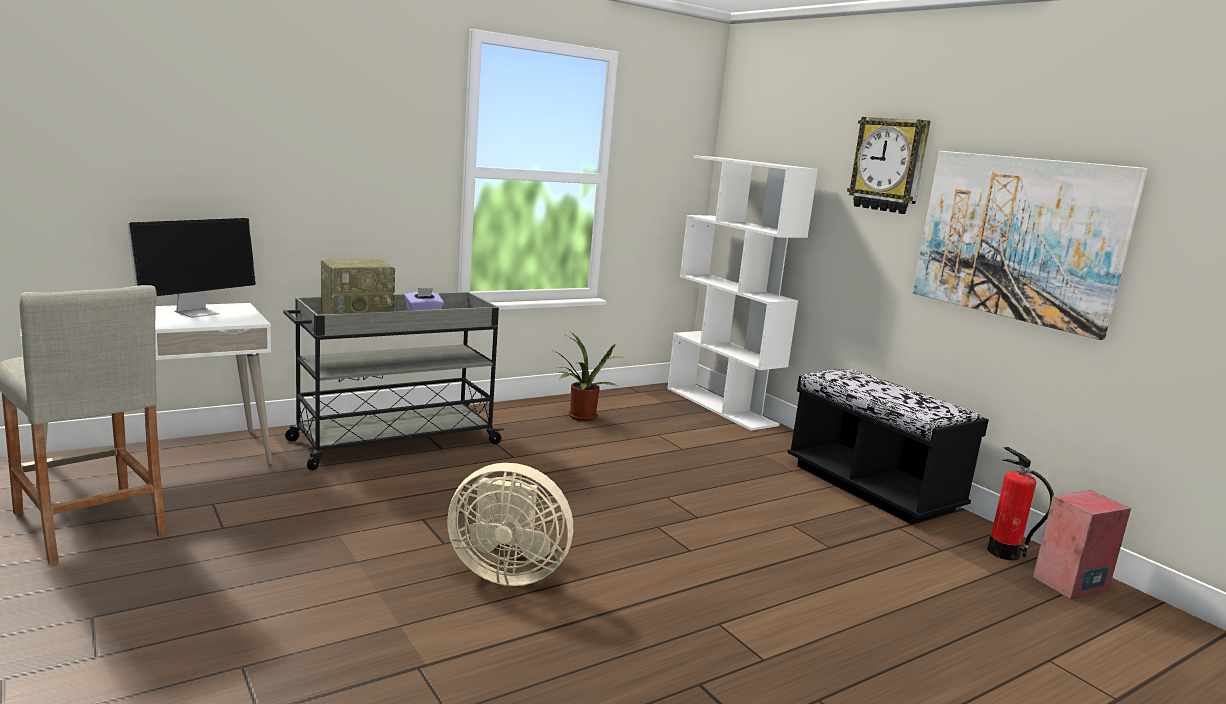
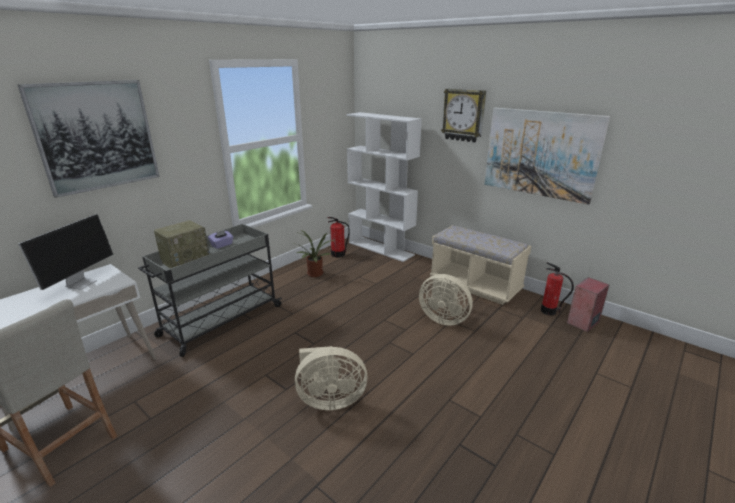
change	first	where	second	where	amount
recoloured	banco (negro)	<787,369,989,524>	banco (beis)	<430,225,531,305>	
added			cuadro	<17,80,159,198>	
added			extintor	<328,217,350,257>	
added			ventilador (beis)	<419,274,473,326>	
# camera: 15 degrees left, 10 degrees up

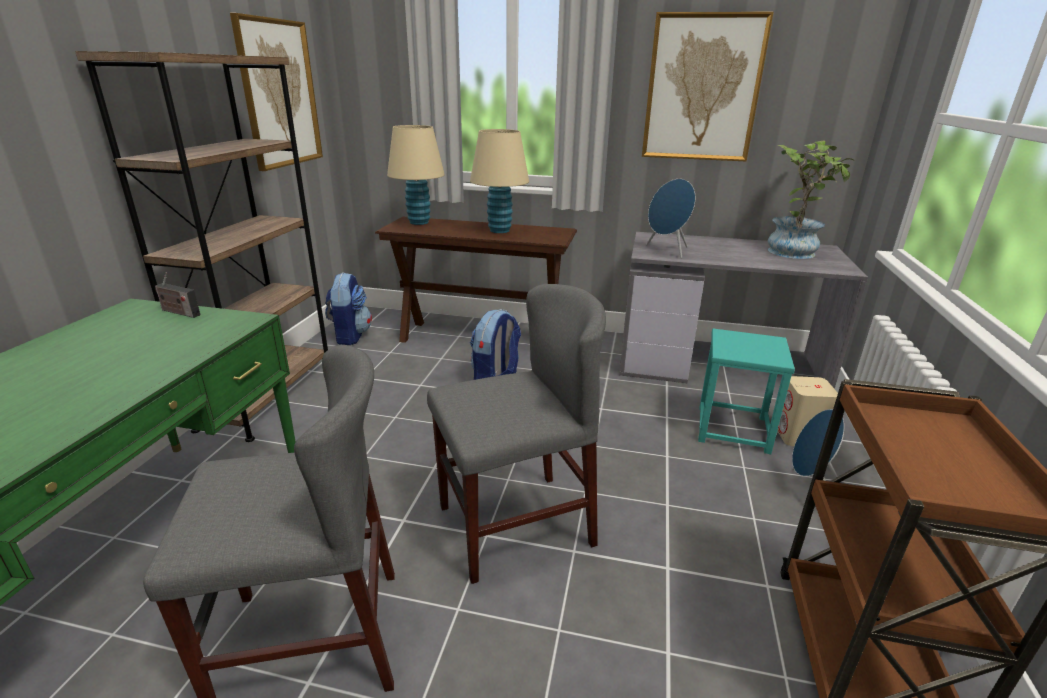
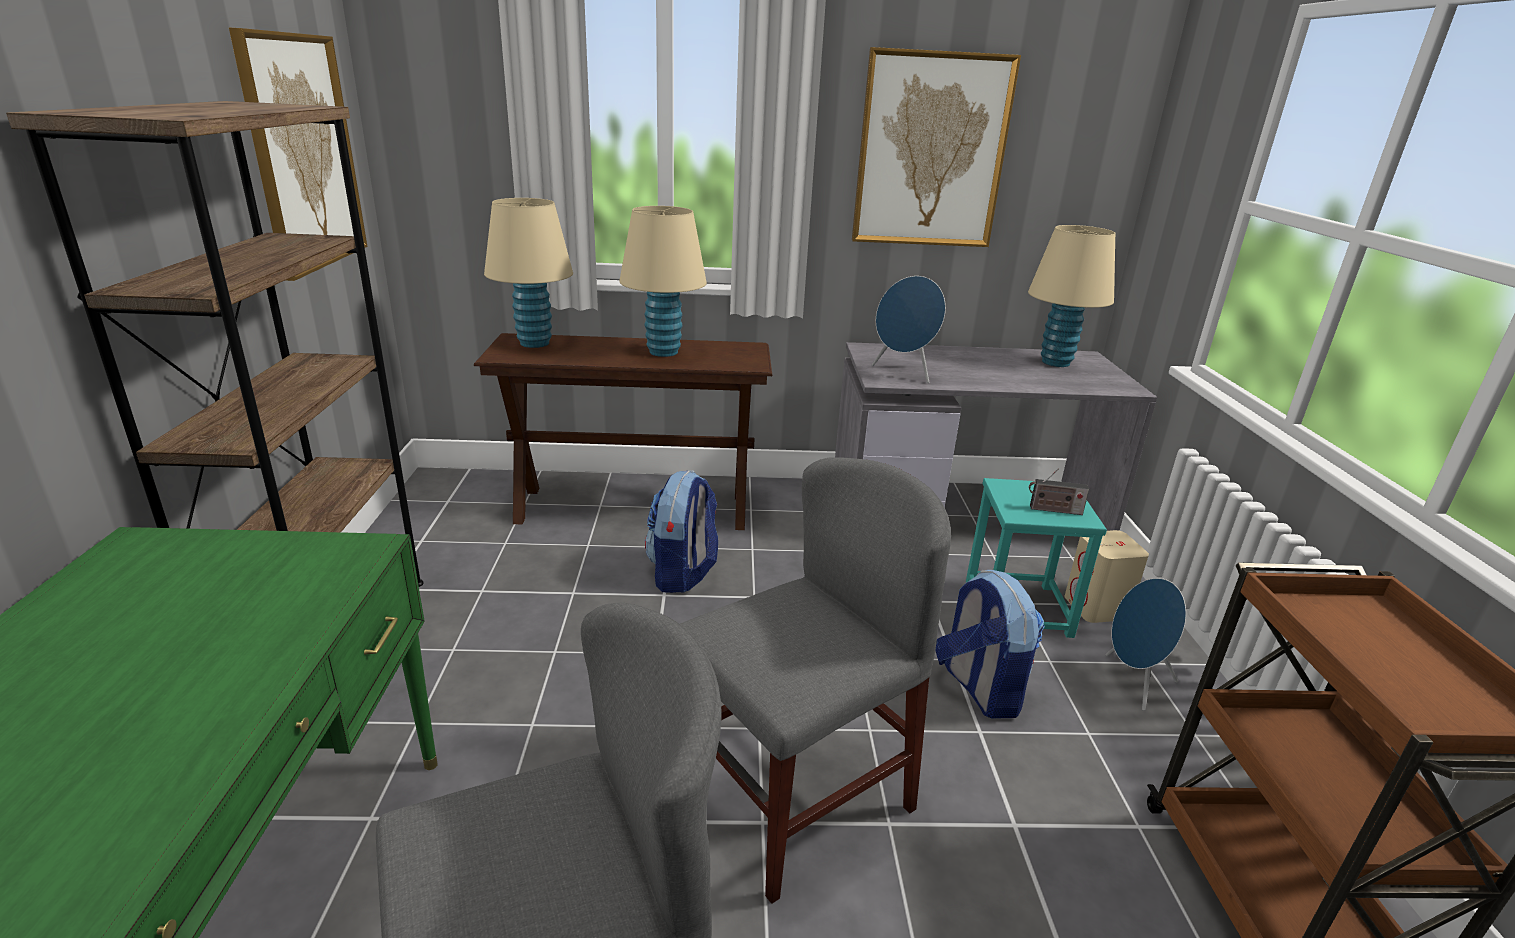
change	first	where	second	where	amount
replaced	planta en maceta	<768,140,853,259>	lámpara de mesa (beis)	<1028,225,1115,367>	
moved	radio	<155,272,200,318>		<1029,468,1089,515>	
moved	mochila	<325,272,372,345>		<935,570,1045,719>	
# camera: 15 degrees left, 0 degrees up

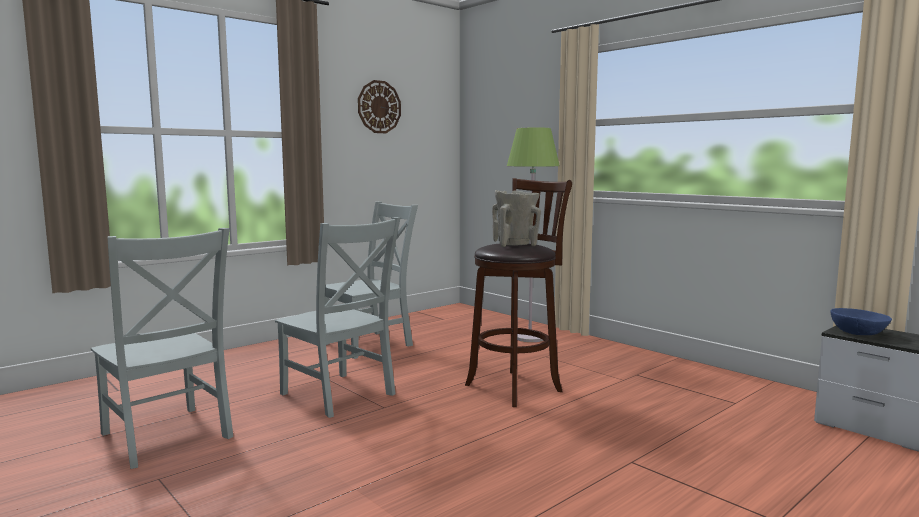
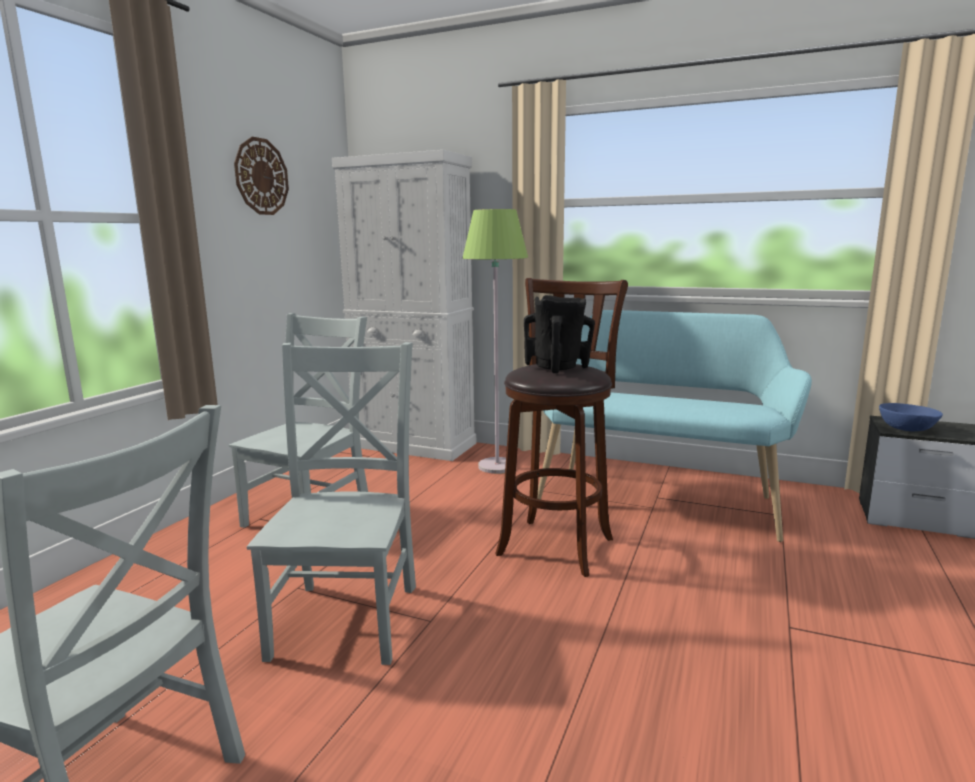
change	first	where	second	where	amount
recoloured	florero (beis)	<492,190,541,247>	florero (negro)	<524,295,595,373>	
turned	silla (gris)	<275,217,401,418>		<247,342,416,665>	105 degrees counterclockwise
added			armario (blanco)	<332,150,476,461>	
added			banco (turquesa)	<537,310,812,542>	
# camera: 25 degrees left, 5 degrees up

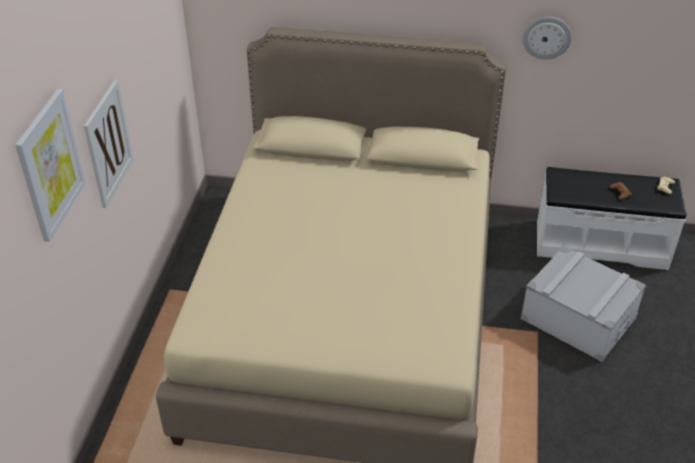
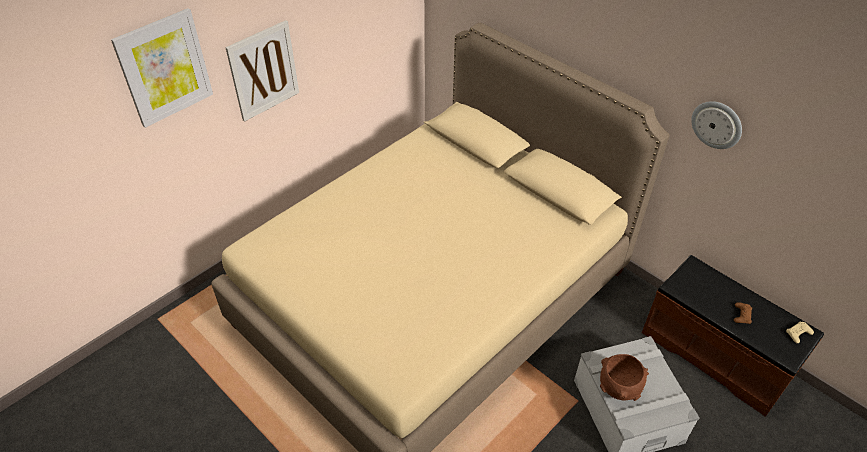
change	first	where	second	where	amount
recoloured	banco (blanco)	<537,167,687,270>	banco (marrón)	<642,255,824,417>	
added			cuenco (marrón)	<600,354,649,401>	
# camera: 35 degrees right, 5 degrees up

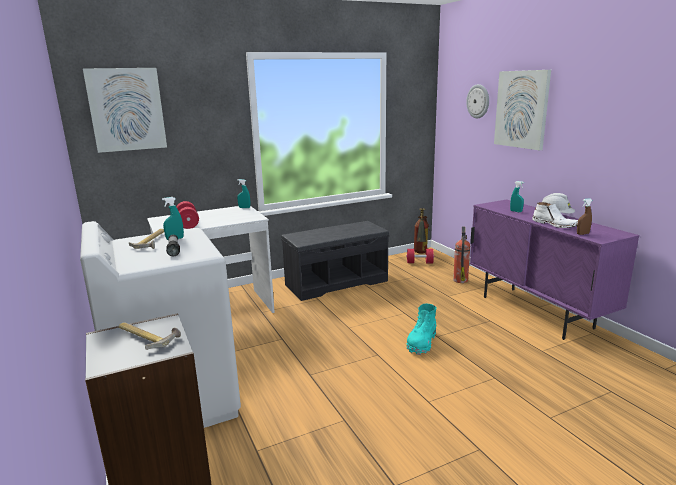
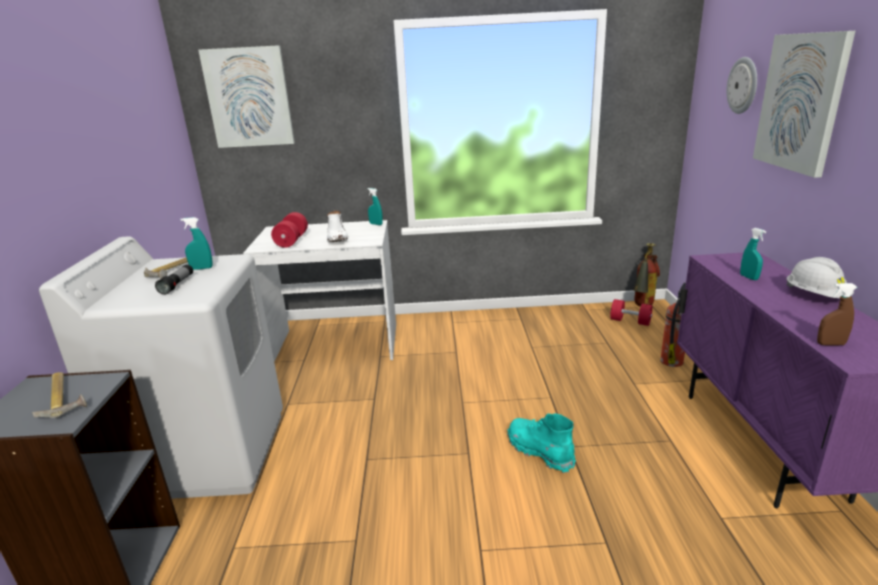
change	first	where	second	where	amount
moved	bota (blanco)	<532,202,578,228>		<327,211,348,242>	
removed	banco (gris)	<281,221,389,301>			
turned	bota (turquesa)	<407,304,437,355>		<507,413,576,473>	90 degrees clockwise
# camera: 25 degrees right, 5 degrees up

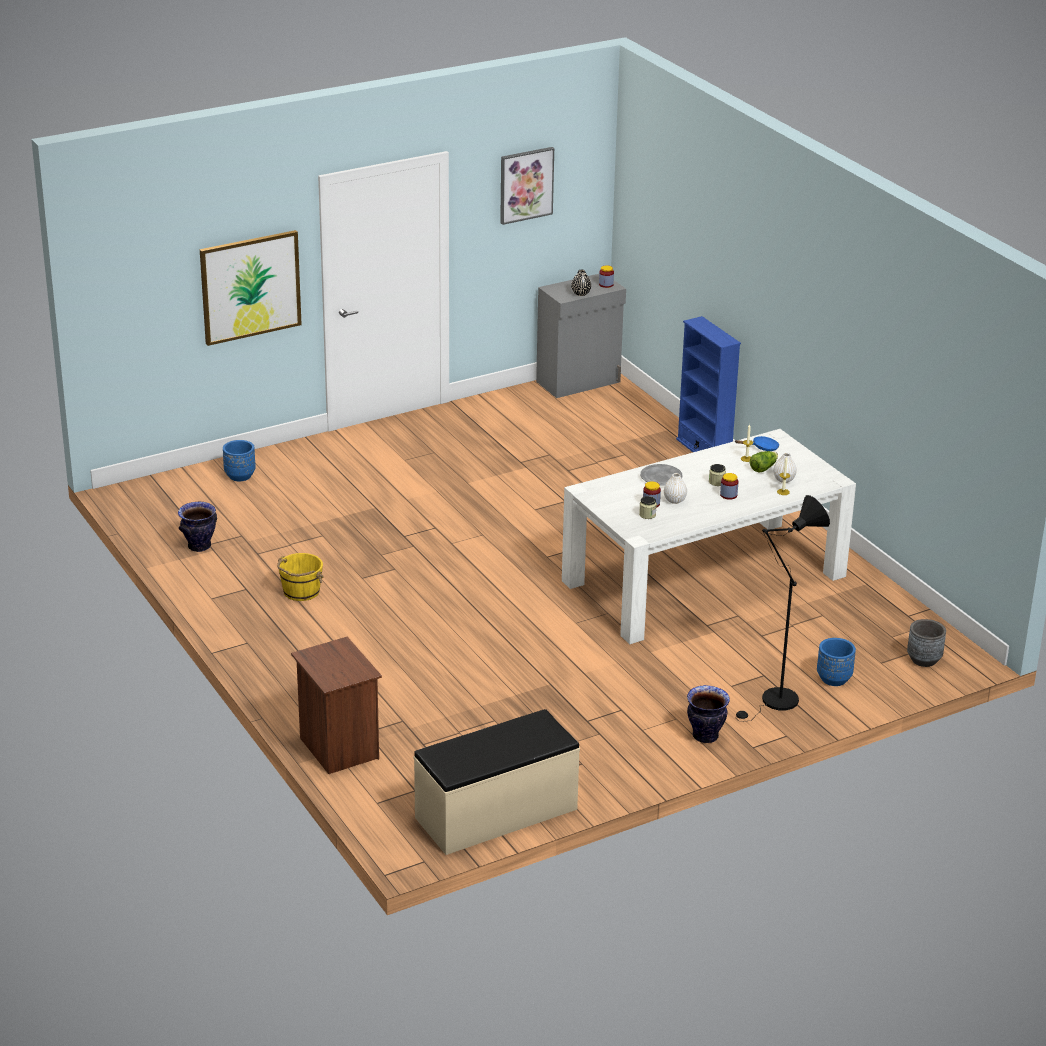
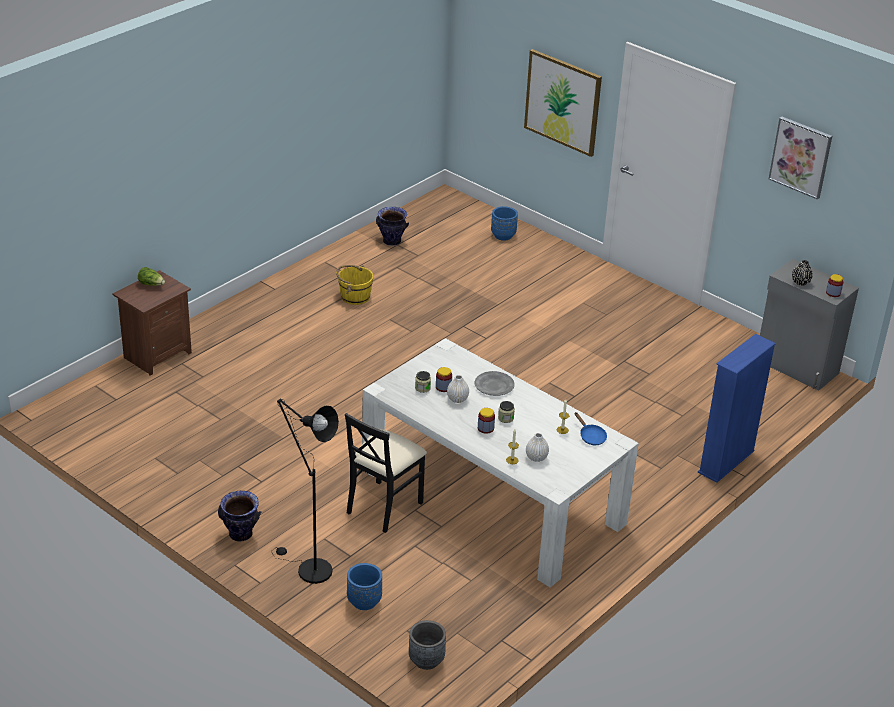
change	first	where	second	where	amount
moved	lechuga	<750,451,778,472>		<138,267,165,286>	
removed	banco (beis)	<414,709,580,855>			
added			silla (negro)	<345,413,427,533>	
# camera: 70 degrees right, 5 degrees up

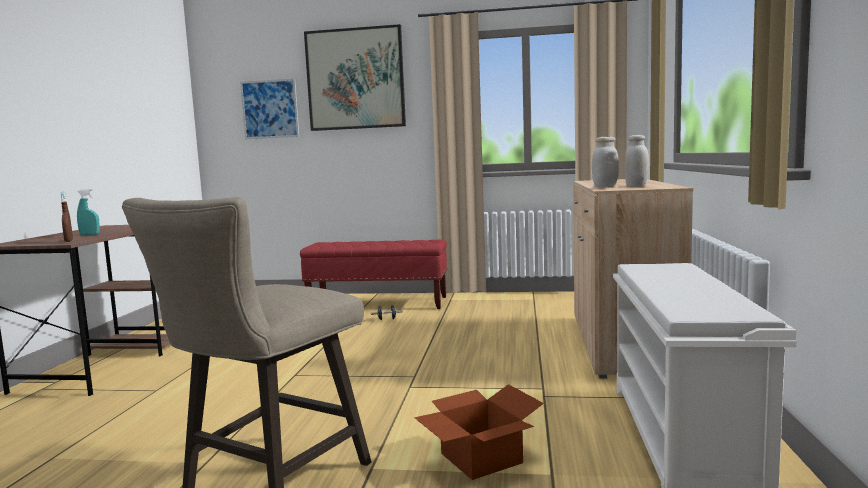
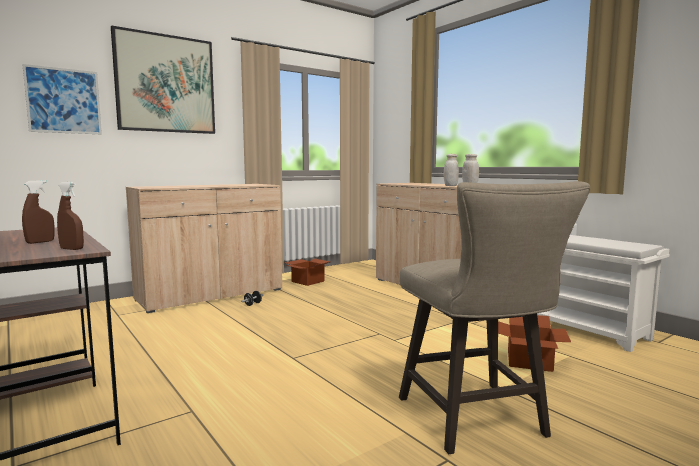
change	first	where	second	where	amount
recoloured	pulverizador (turquesa)	<77,189,100,235>	pulverizador (marrón)	<22,180,55,244>	
replaced	banco (rojo)	<300,240,448,309>	armario (beis)	<126,184,282,313>	
added			caja de cartón	<285,259,330,286>	
# camera: 45 degrees left, 0 degrees up

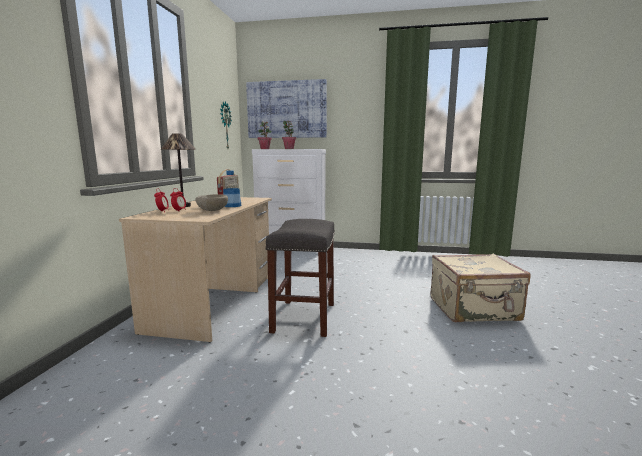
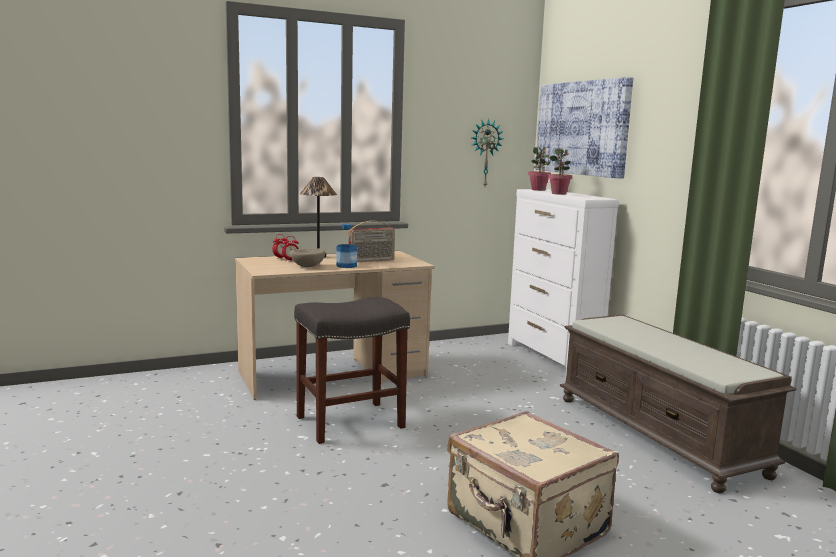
change	first	where	second	where	amount
added			banco (marrón)	<560,314,797,493>	
# camera: 55 degrees right, 0 degrees up

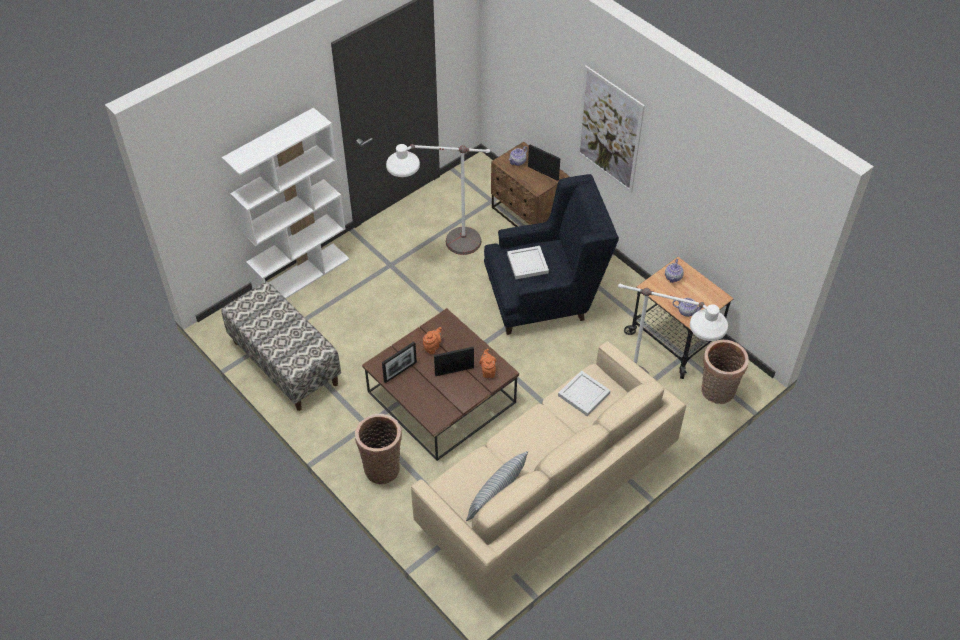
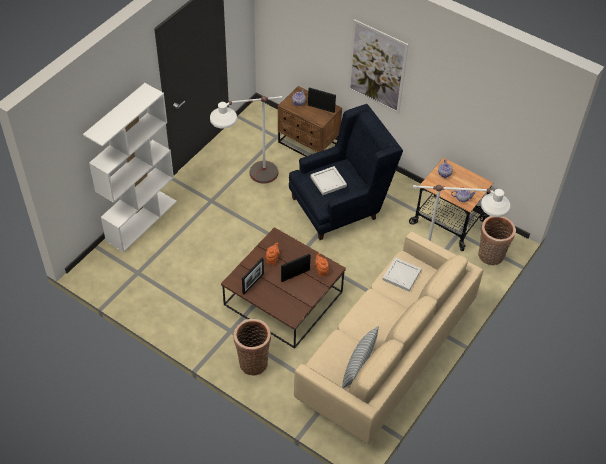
change	first	where	second	where	amount
removed	banco	<221,282,341,411>			
# camera: 15 degrees left, 0 degrees up

